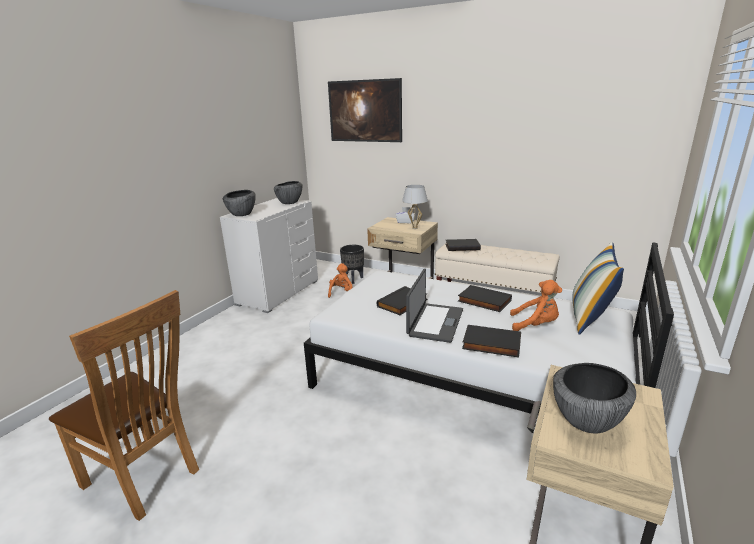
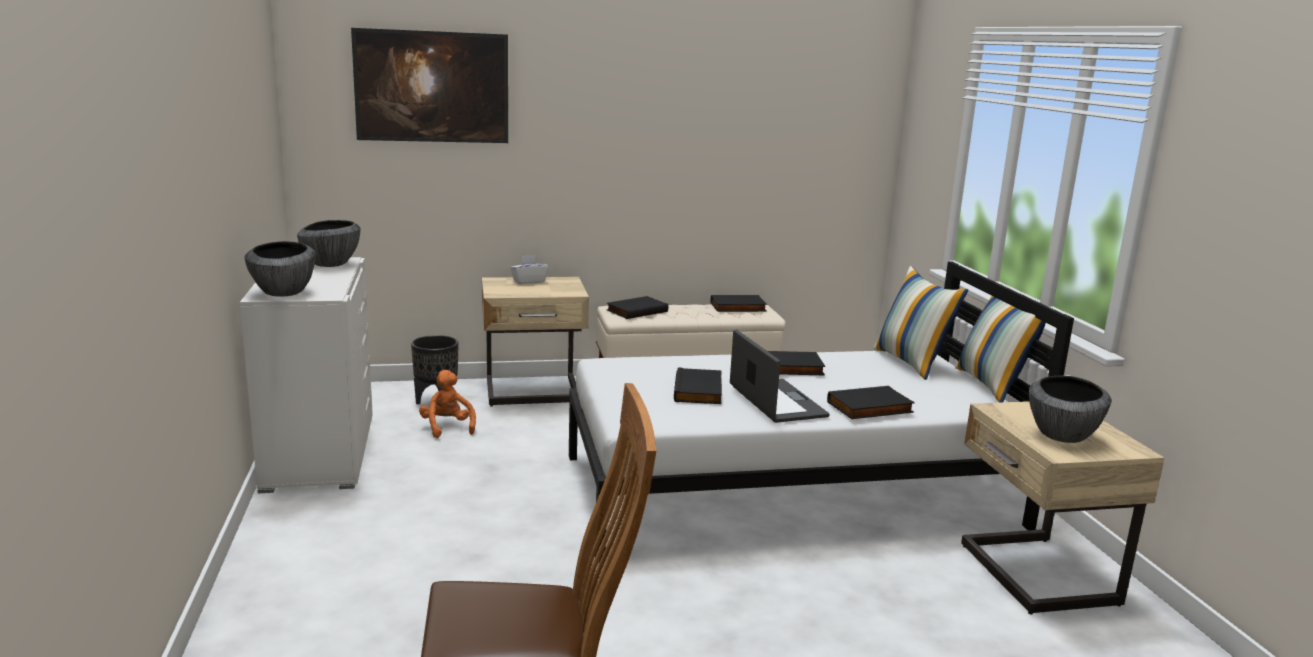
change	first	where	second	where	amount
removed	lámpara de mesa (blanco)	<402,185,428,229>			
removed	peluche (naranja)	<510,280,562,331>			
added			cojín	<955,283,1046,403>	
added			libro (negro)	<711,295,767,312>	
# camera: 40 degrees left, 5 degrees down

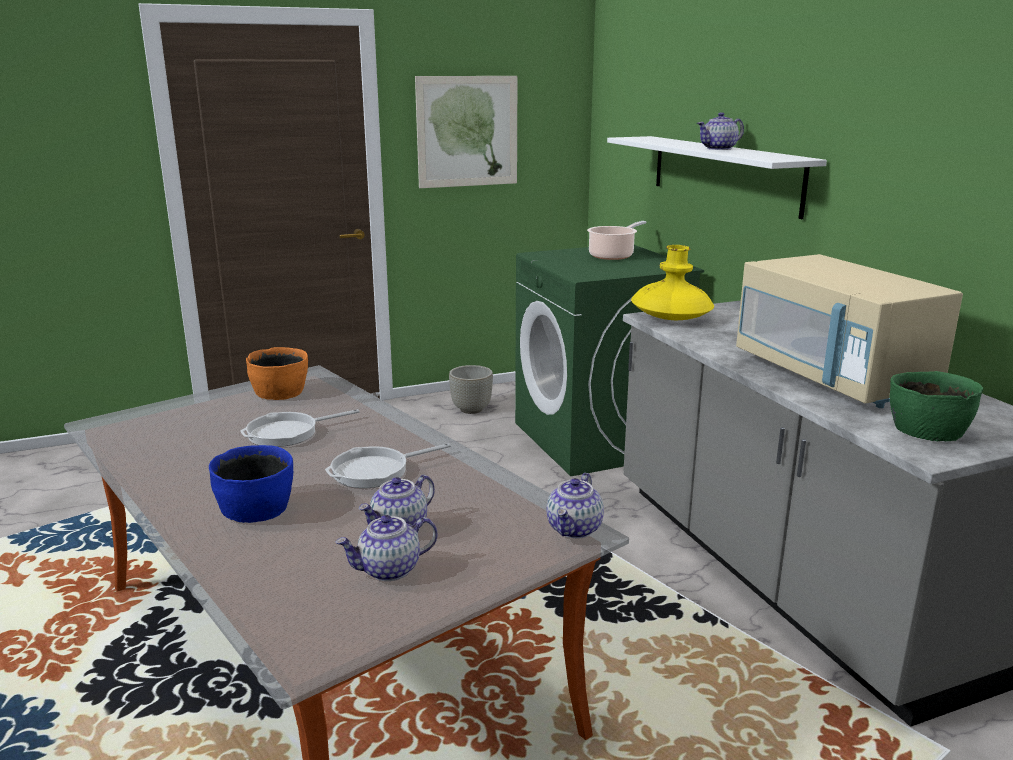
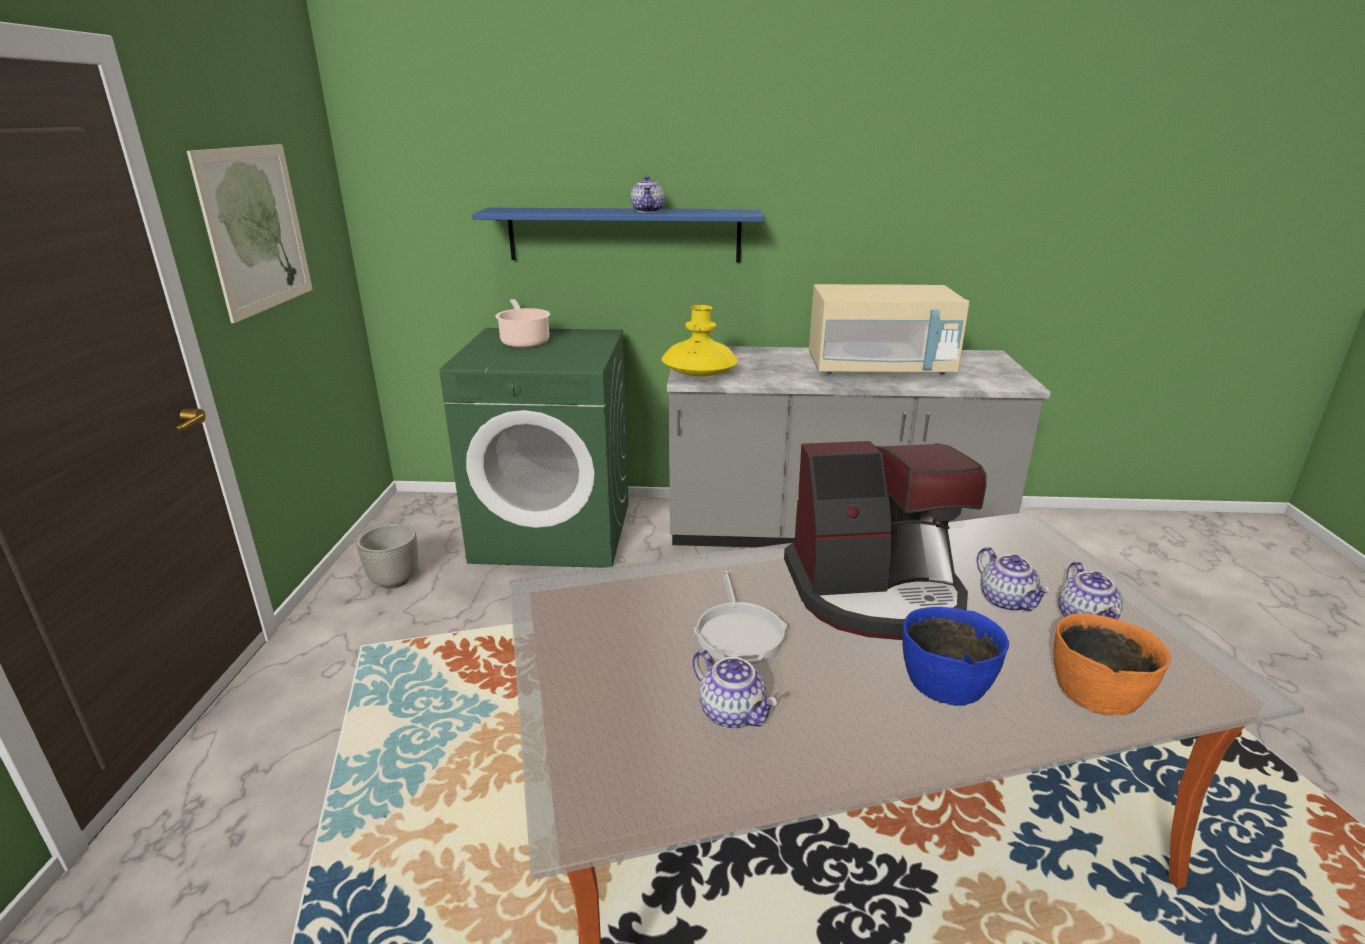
change	first	where	second	where	amount
recoloured	estante (blanco)	<607,136,827,219>	estante (azul)	<472,208,764,262>	
moved	cuenco (naranja)	<246,347,308,400>		<1053,613,1171,715>	
removed	cuenco (verde)	<890,371,983,441>			
replaced	sartén	<325,443,451,488>	cafetera	<784,441,987,640>	
moved	tetera	<547,473,604,538>		<692,650,778,729>	
# camera: 65 degrees left, 5 degrees up

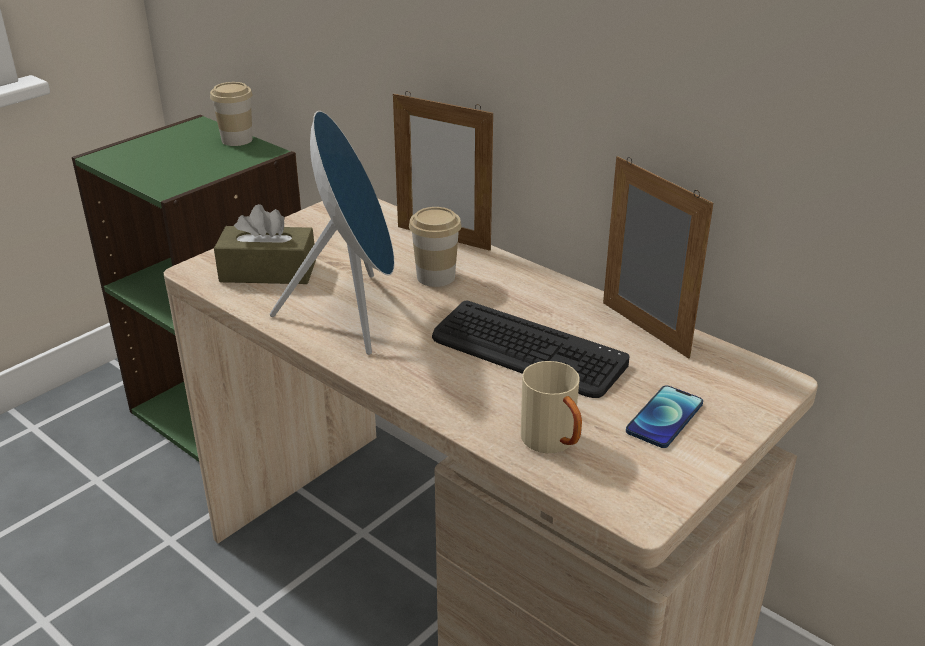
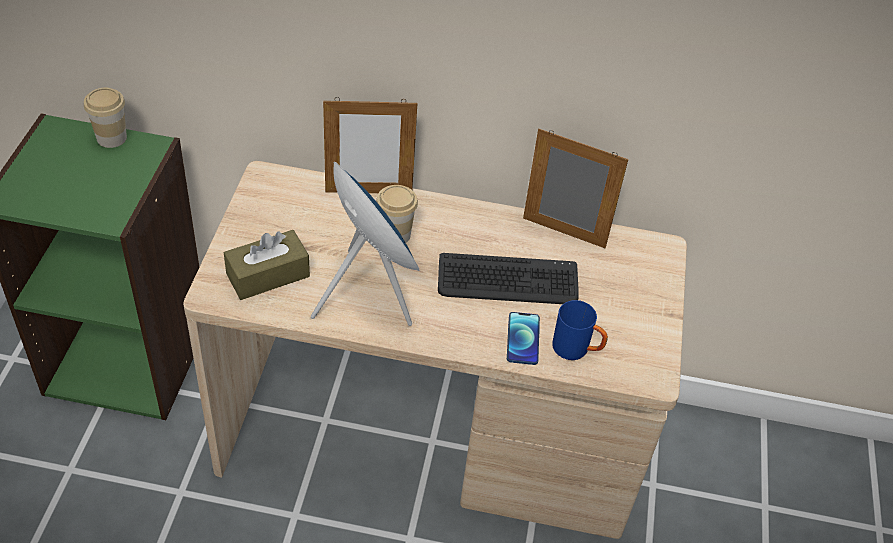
change	first	where	second	where	amount
recoloured	taza grande (beis)	<521,361,582,453>	taza grande (azul)	<552,300,608,360>	
moved	móvil	<626,385,703,448>		<507,312,540,365>	
# camera: 35 degrees left, 15 degrees up

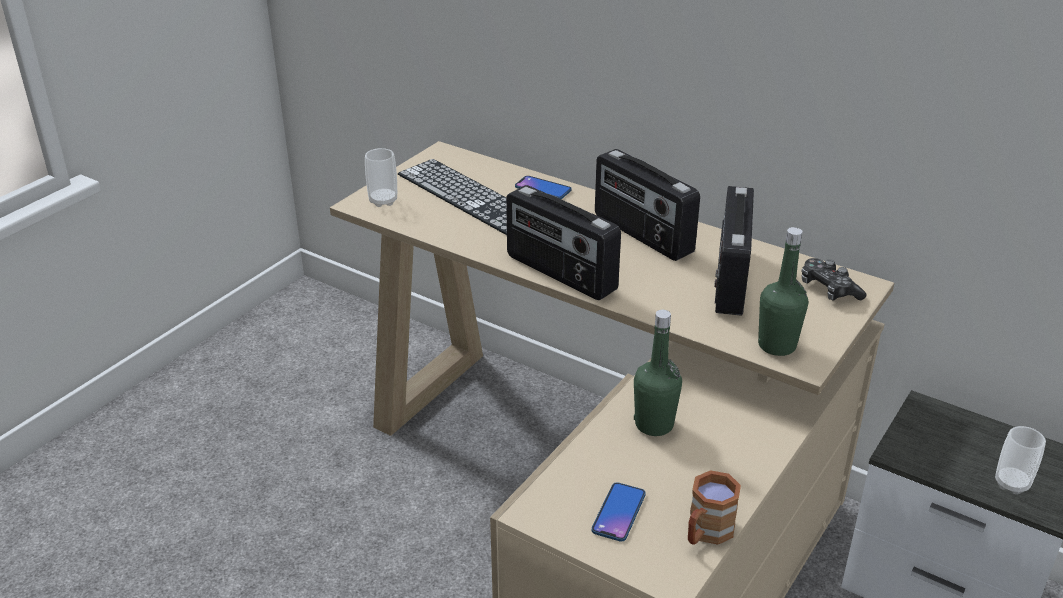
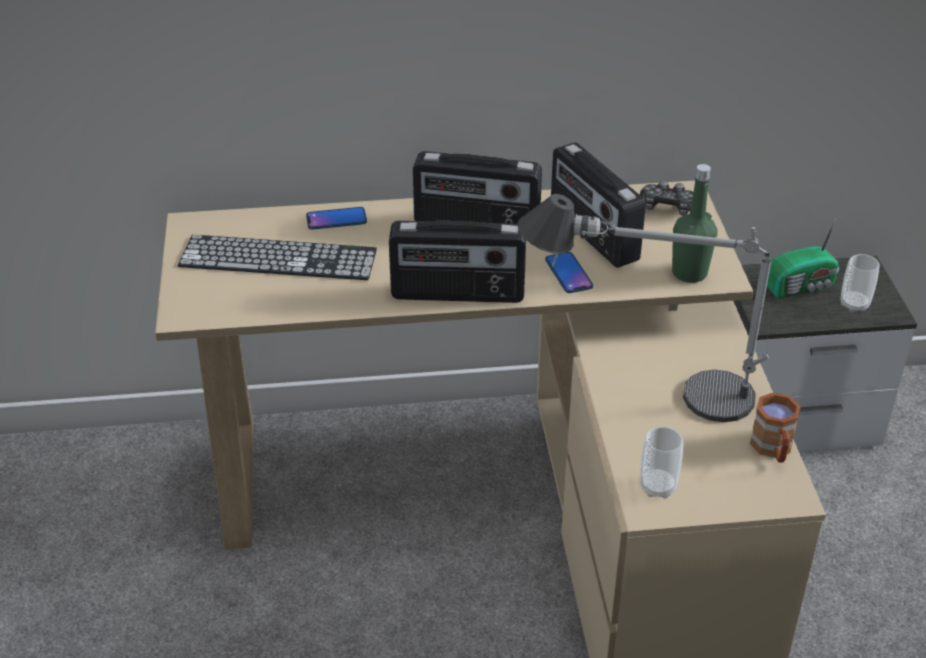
change	first	where	second	where	amount
moved	taza	<365,148,397,207>		<640,426,683,498>	
replaced	botella (verde)	<634,310,682,436>	lámpara de mesa	<518,194,771,422>	
moved	móvil	<592,482,646,542>		<545,252,593,293>	
added			radio	<767,216,839,298>	
# camera: 40 degrees left, 5 degrees up

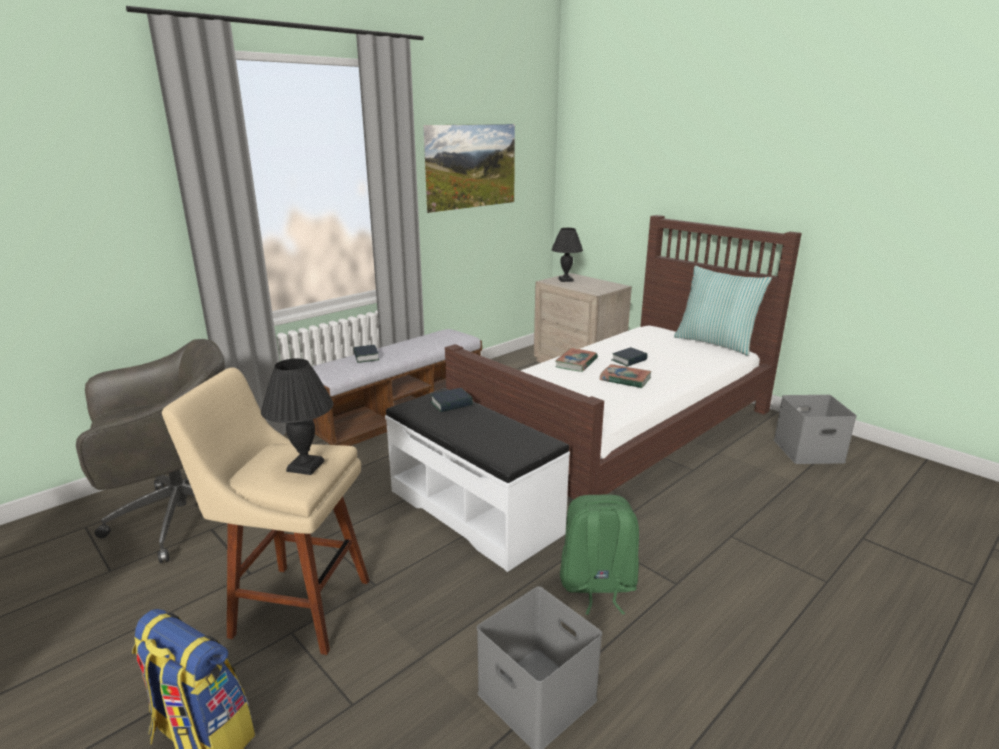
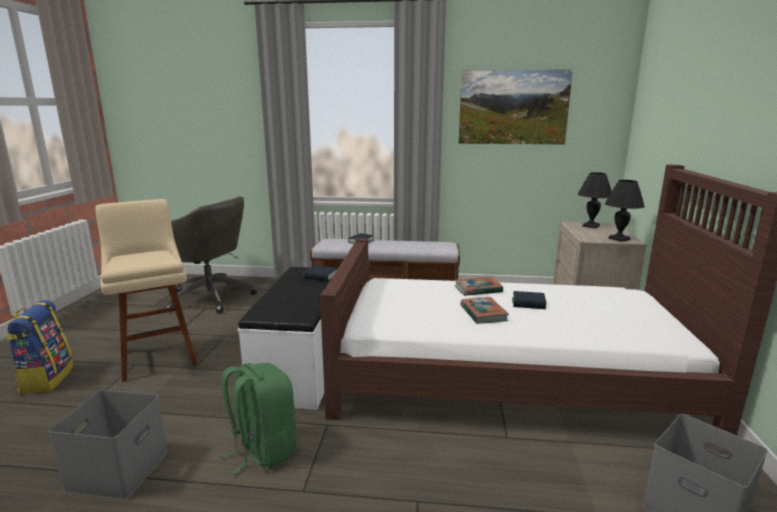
change	first	where	second	where	amount
removed	cojín	<674,266,772,356>			
moved	lámpara de mesa (negro)	<261,358,333,475>		<605,180,645,242>	
# camera: 50 degrees right, 5 degrees down

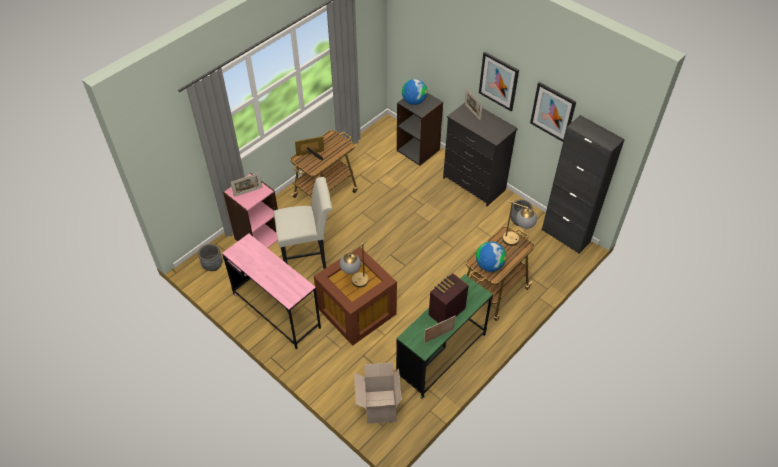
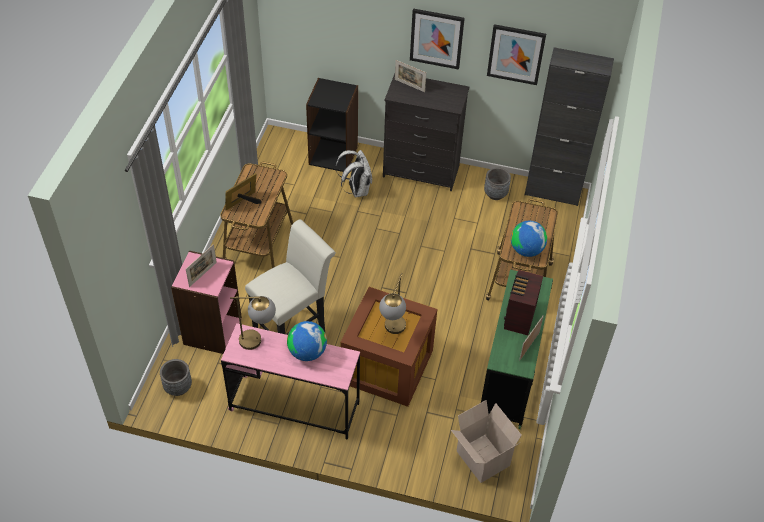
change	first	where	second	where	amount
moved	globo terráqueo	<402,79,427,105>		<287,321,327,361>	
moved	lámpara de mesa	<503,201,537,246>		<230,296,276,350>	
added			mochila (blanco)	<335,150,372,198>	
# camera: 30 degrees left, 0 degrees up

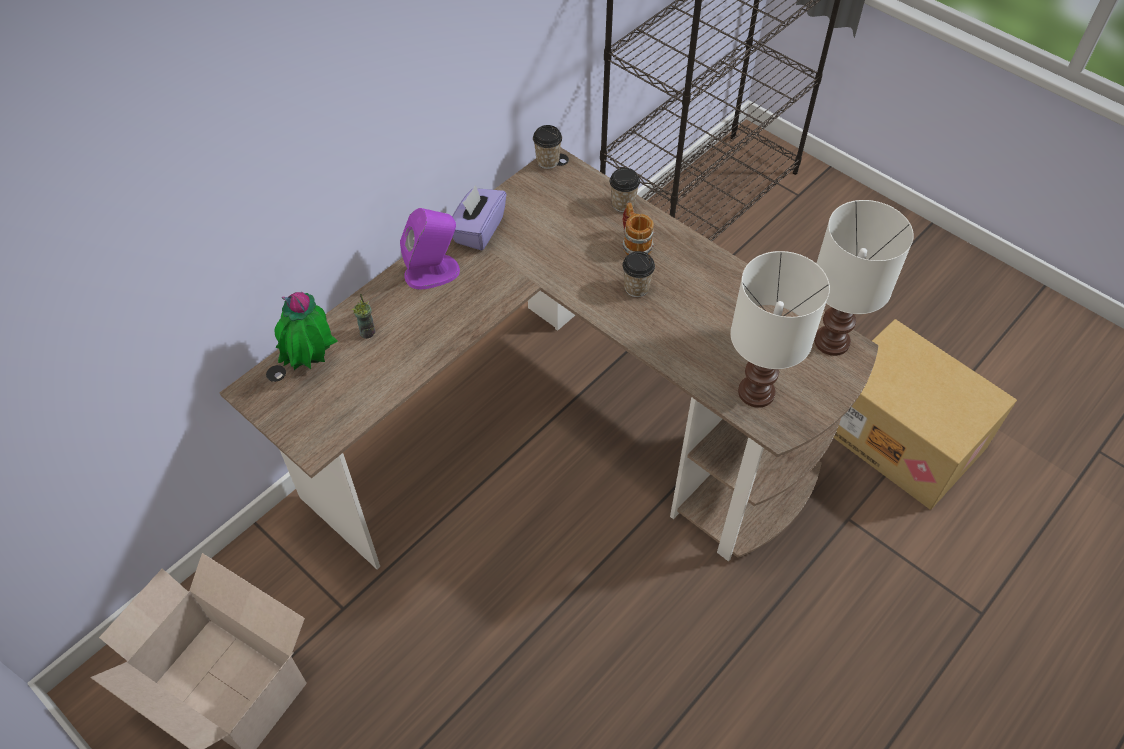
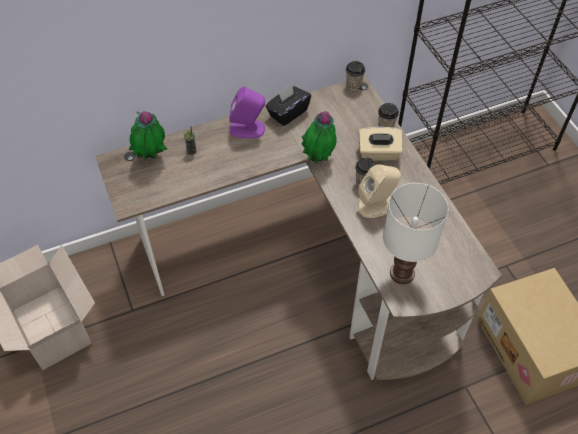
change	first	where	second	where	amount
recoloured	caja de pañuelos (morado)	<452,185,506,251>	caja de pañuelos (negro)	<266,85,311,126>	
removed	lámpara de mesa (blanco)	<814,200,914,356>			
replaced	taza grande	<622,203,655,255>	caja de pañuelos (beis)	<359,127,403,161>	
added			planta en maceta	<301,111,337,164>	
added			altavoz (beis)	<357,164,401,218>	
# camera: 25 degrees right, 0 degrees up

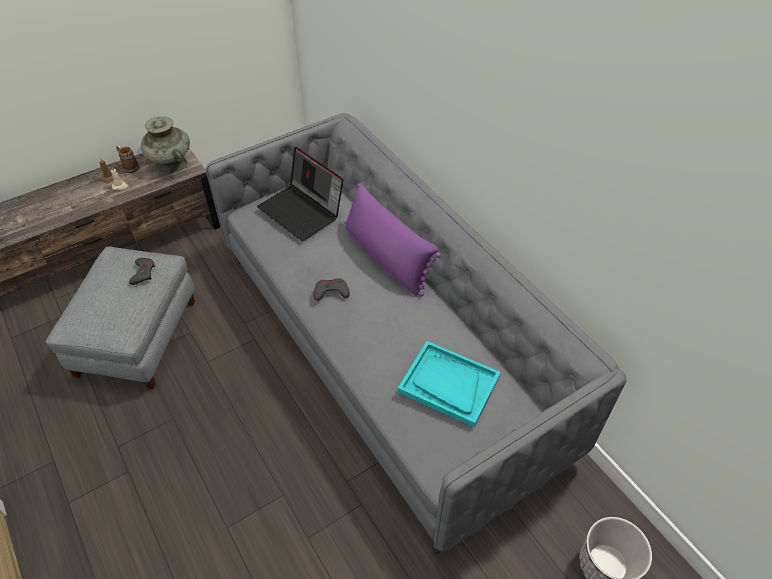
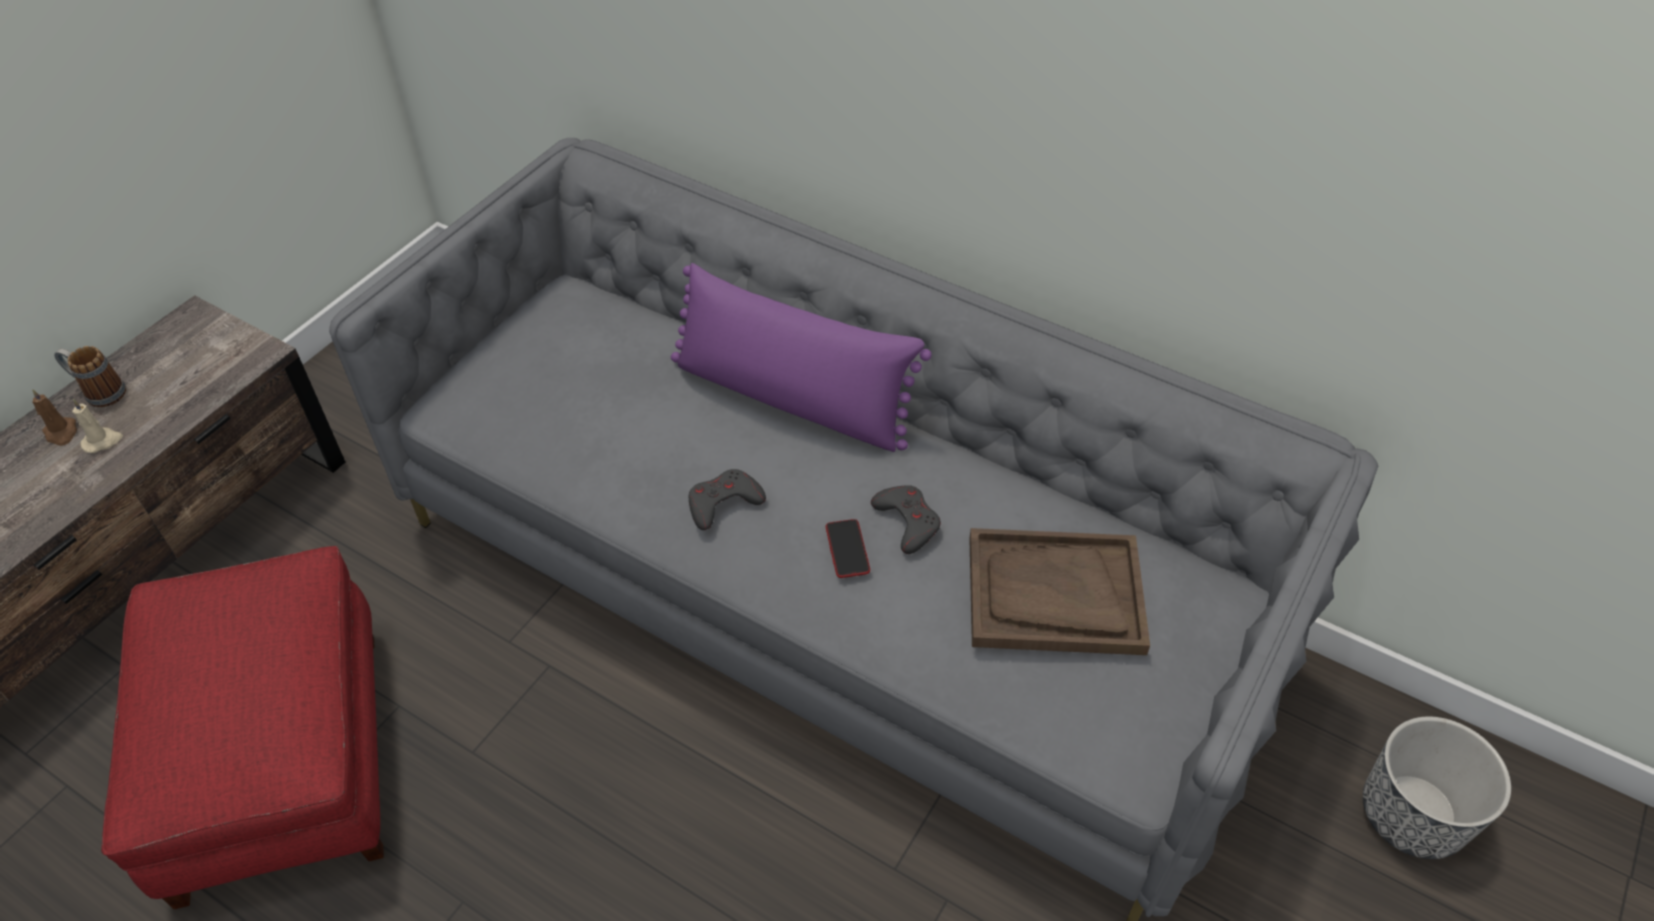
change	first	where	second	where	amount
removed	florero (turquesa)	<141,117,190,174>			
removed	portátil	<257,147,344,241>			
recoloured	puf (gris)	<46,246,195,389>	puf (rojo)	<101,546,384,909>	
moved	mando de consola (gris)	<129,258,155,285>		<871,485,941,554>	
recoloured	bandeja (turquesa)	<398,341,501,427>	bandeja (marrón)	<969,528,1150,655>	
added			móvil	<826,519,870,578>	
# camera: 25 degrees left, 0 degrees up

